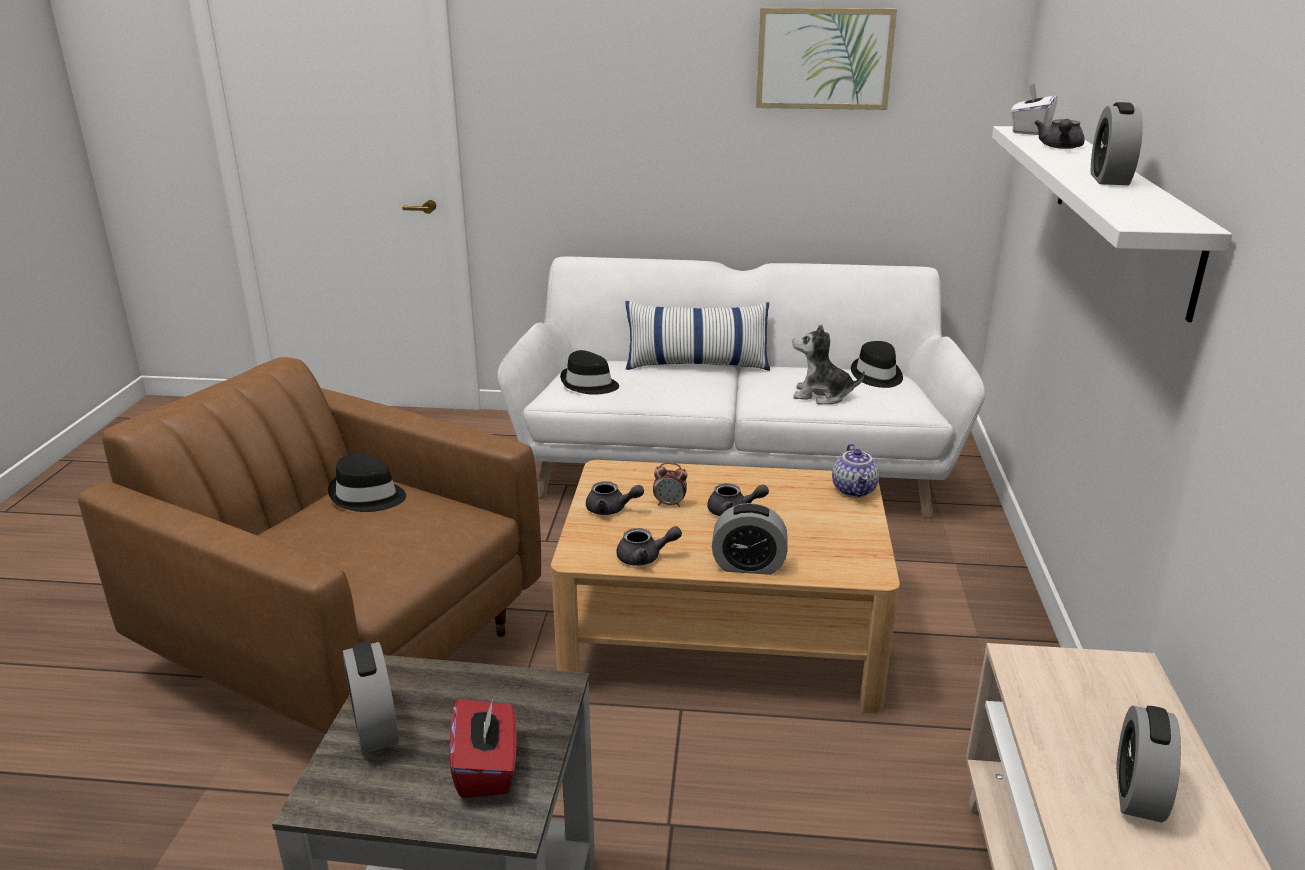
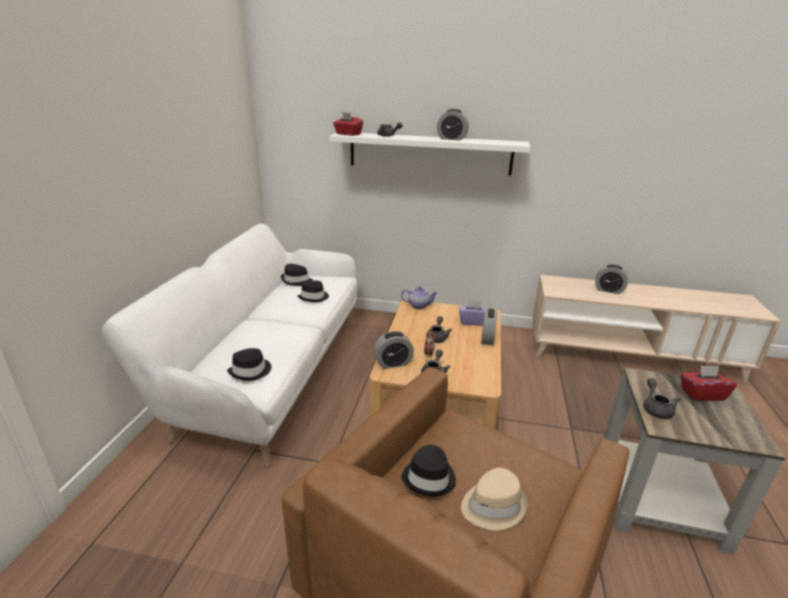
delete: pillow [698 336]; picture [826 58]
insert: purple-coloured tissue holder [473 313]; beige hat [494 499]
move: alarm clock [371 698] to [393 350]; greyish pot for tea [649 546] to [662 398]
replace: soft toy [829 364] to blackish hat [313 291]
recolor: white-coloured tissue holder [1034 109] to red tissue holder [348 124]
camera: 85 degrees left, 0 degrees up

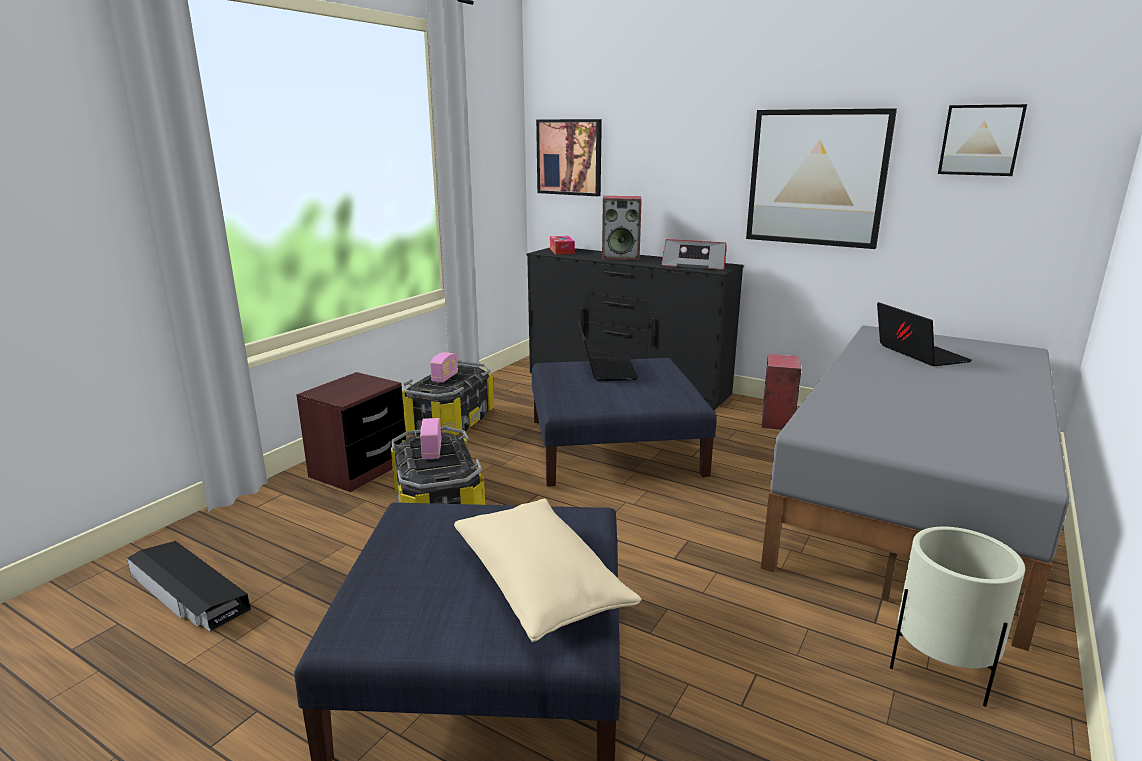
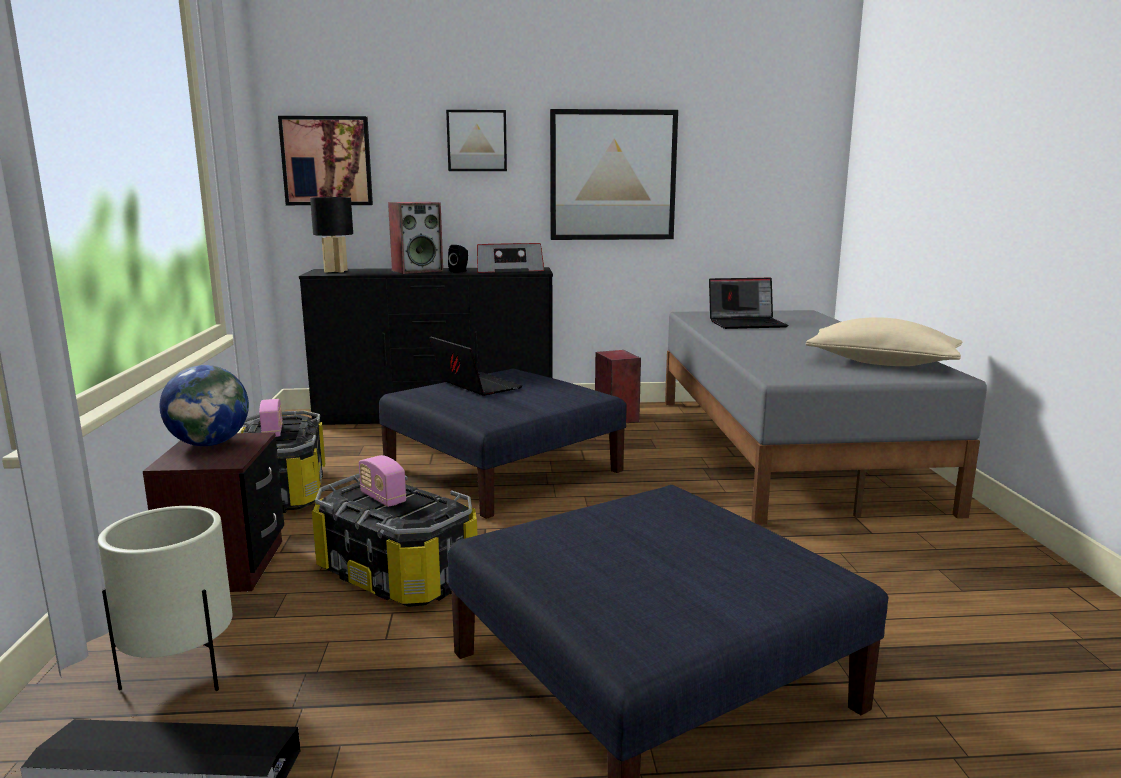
insert: world globe [204 405]; blackish audio speaker [458 259]
move: beige pillow [548 570] to [884 341]; beige planter [957 617] to [165 598]; picture [982 140] to [476 140]
replace: tissue holder [562 245] to blackish tabletop lamp [331 235]
rotate: laptop [924 334] = [748 303] 135 degrees clockwise
camera: 35 degrees left, 5 degrees down

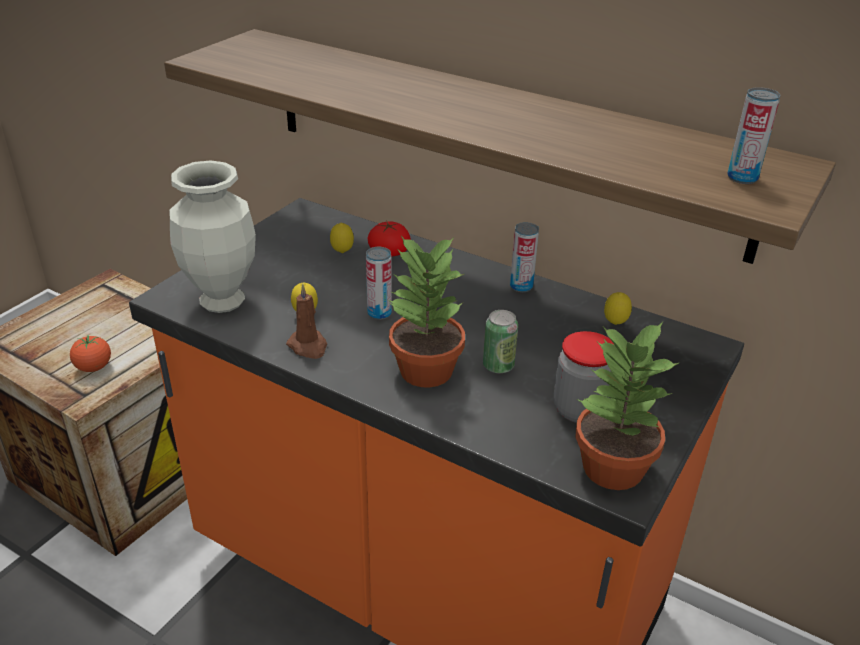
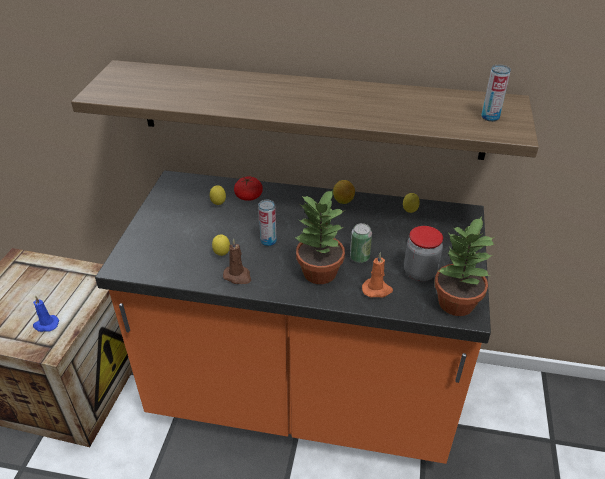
delete: vase [213 236]
insert: orange wax candle [377 275]
replace: tomato [90 353] to blue-coloured wax candle [46 314]; can [524 257] to lemon [344 192]
camera: 20 degrees left, 5 degrees up

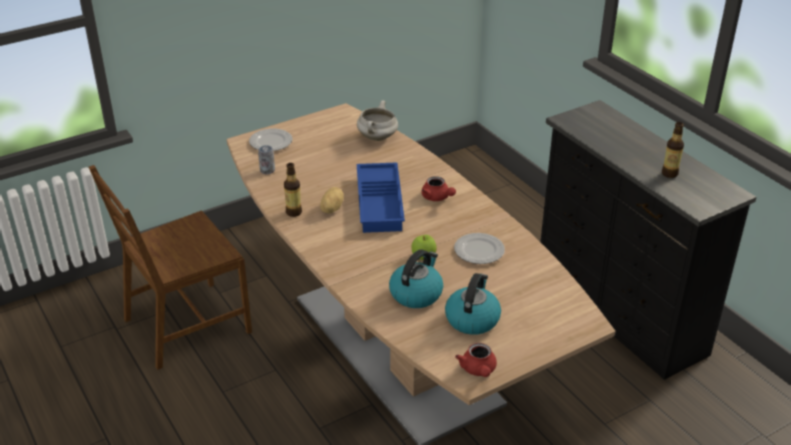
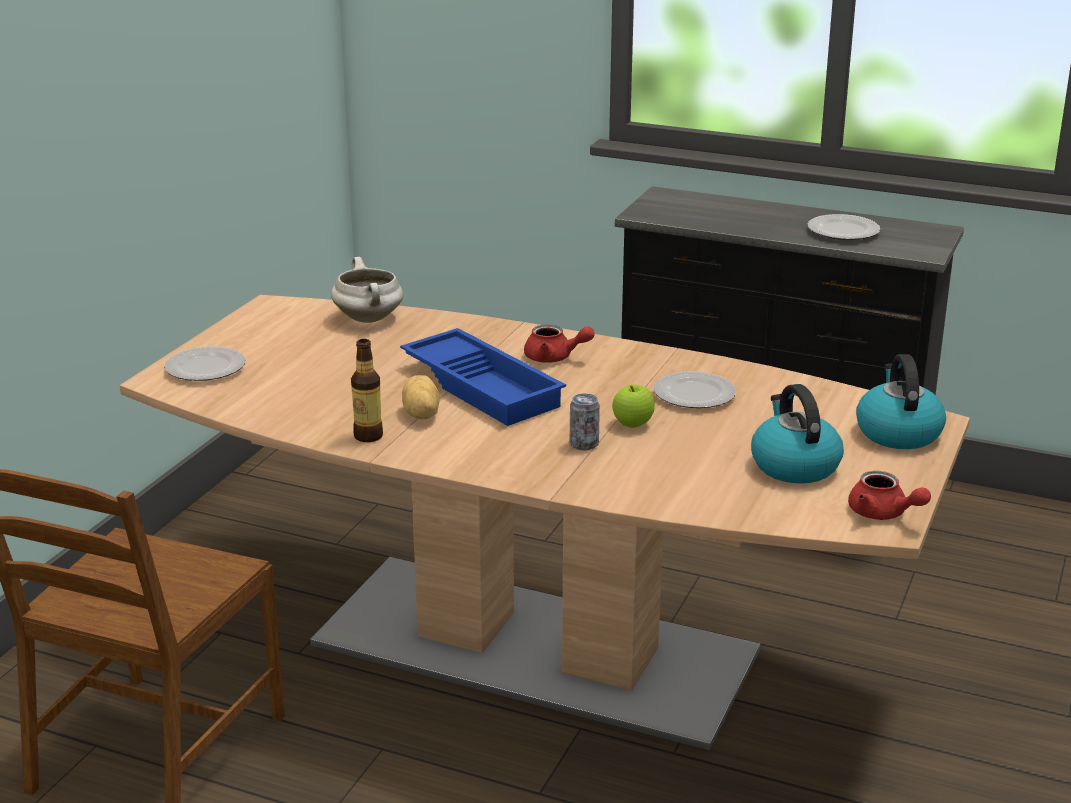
move: can [266 159] to [585 422]; tea kettle [416 278] to [901 401]
replace: bottle [673 150] to dinner plate [843 227]
camera: 35 degrees left, 10 degrees down

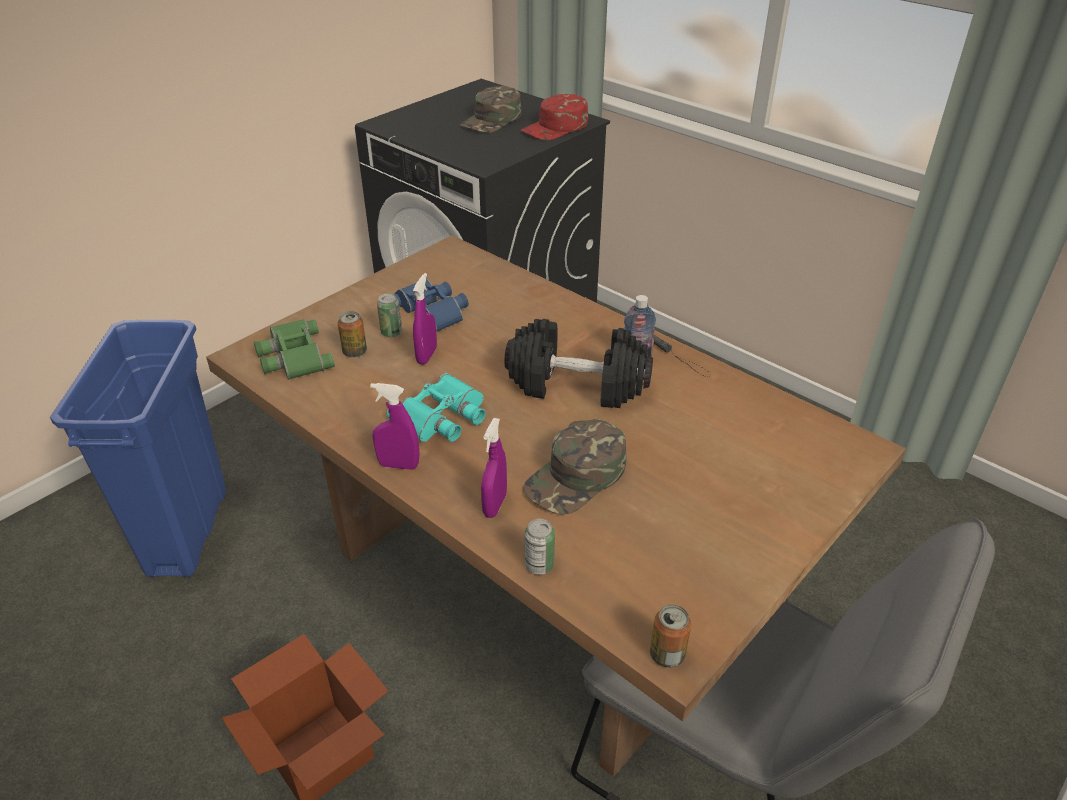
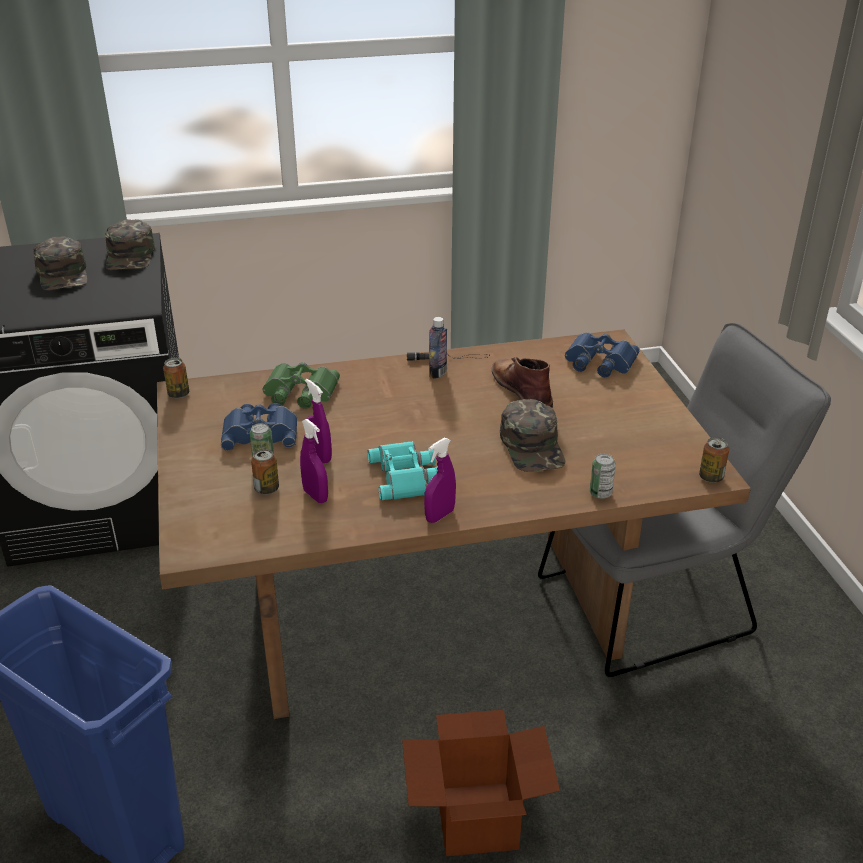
delete: blackish hand weight [578 363]
insert: can [176 378]; brown-coloured boot [522 382]; blue-coloured pair of binoculars [602 354]
move: green pair of binoculars [294 349] to [301 385]; purple-coloured spray bottle [494 468] to [314 461]
recolor: red baseball cap [554 117] to green baseball cap [130 244]
camera: 55 degrees left, 5 degrees down

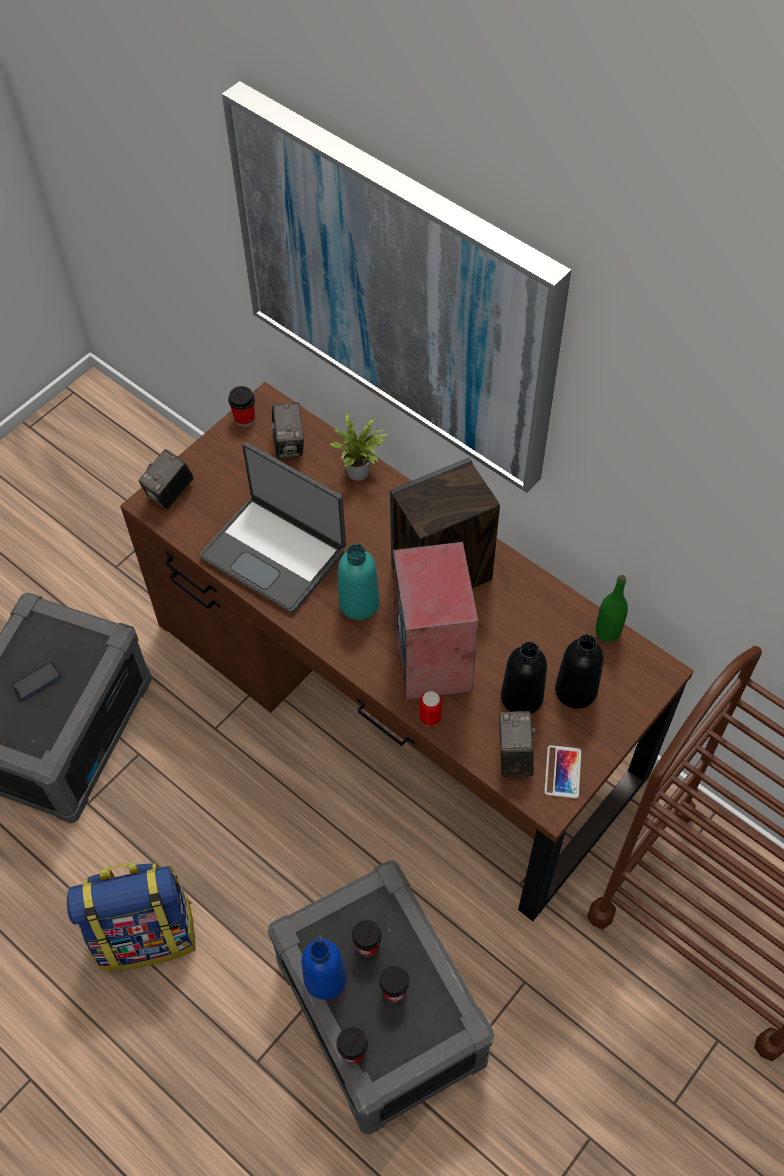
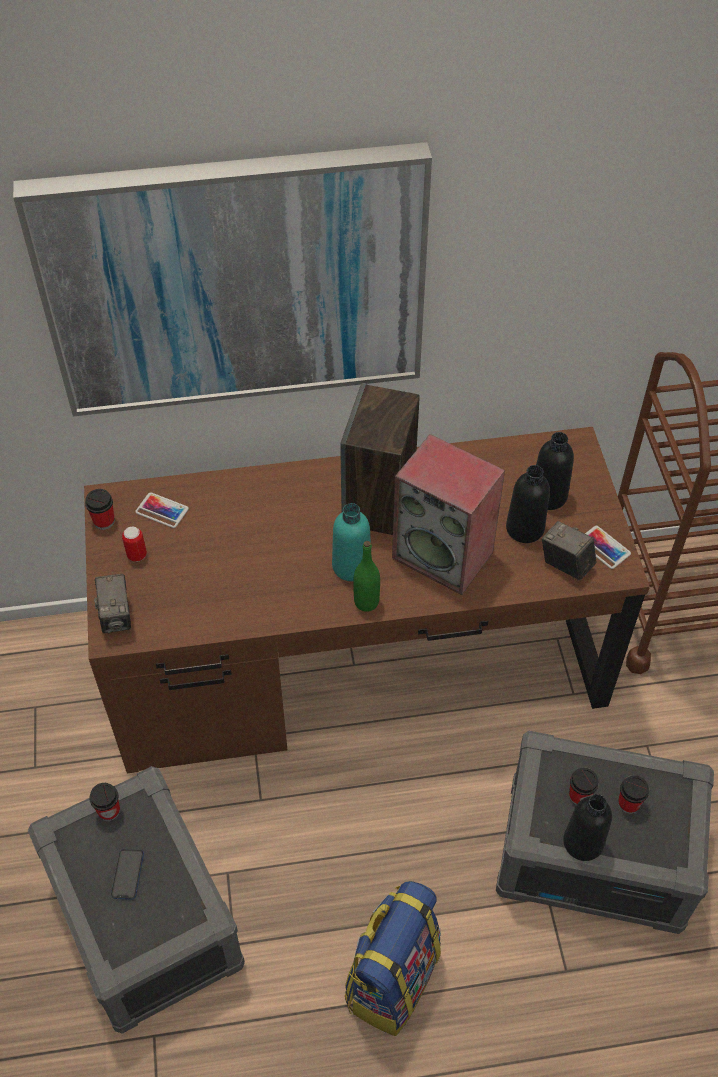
delete: laptop [272 527]; potted plant [359 447]
move: cup [352 1045] to [104 802]; can [431 708] to [134 544]; green bottle [612 608] to [366 576]
replace: still camera [288 430] to telephone [162 510]
recolor: blue-coloured bottle [323 969] to blackish bottle [587 827]
camera: 50 degrees left, 5 degrees down

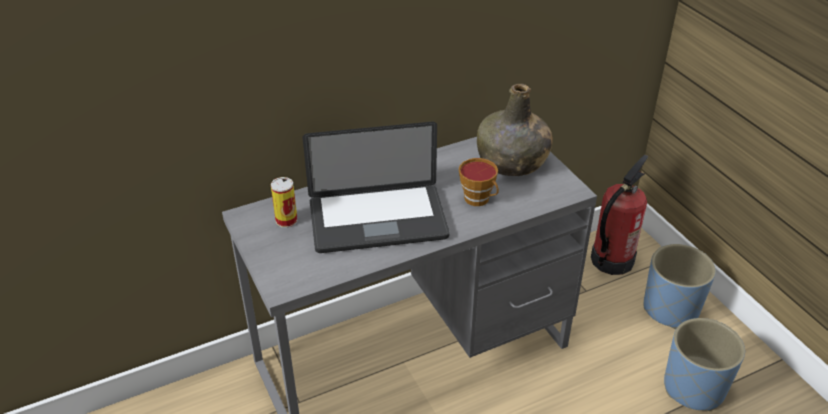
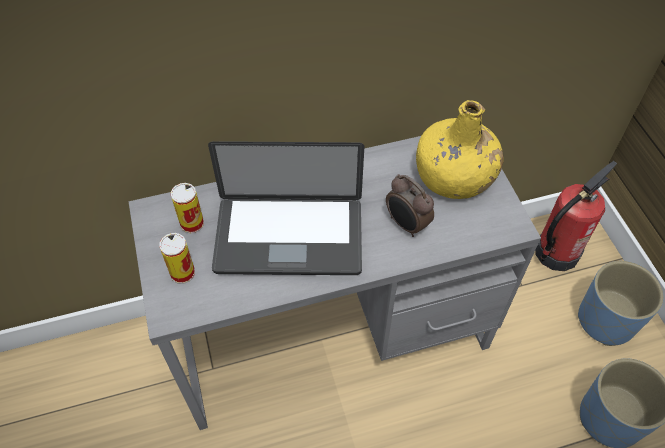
insert: can [177 258]
replace: cup [479 182] to alarm clock [410 205]
recolor: green bottle [515 130] to yellow-coloured bottle [460 149]
camera: 10 degrees right, 15 degrees up

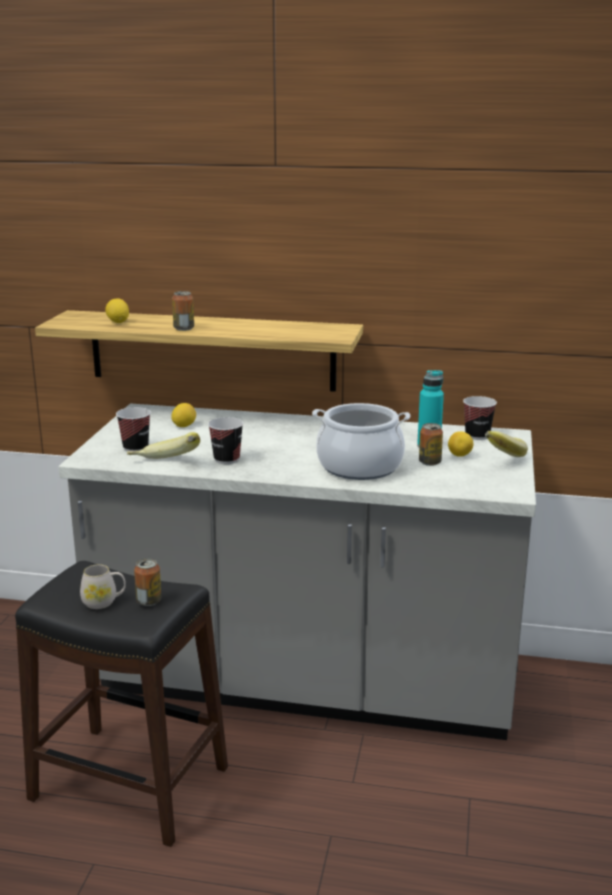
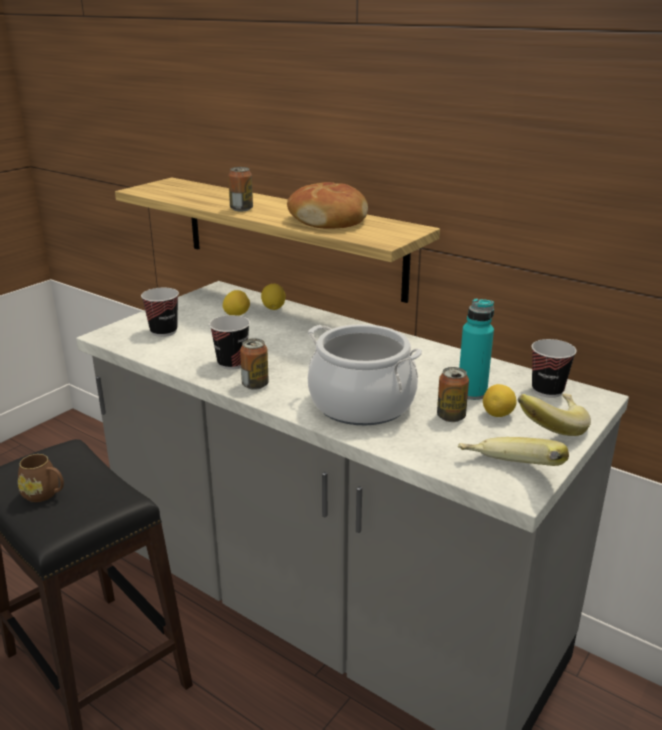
insert: bread [327 205]
move: lemon [117 310] to [273 297]; whole banana [163 445] to [513 451]; can [147 582] to [254 364]
recolor: white-coloured mug [103 586] to brown-coloured mug [41 478]
camera: 25 degrees right, 5 degrees up

